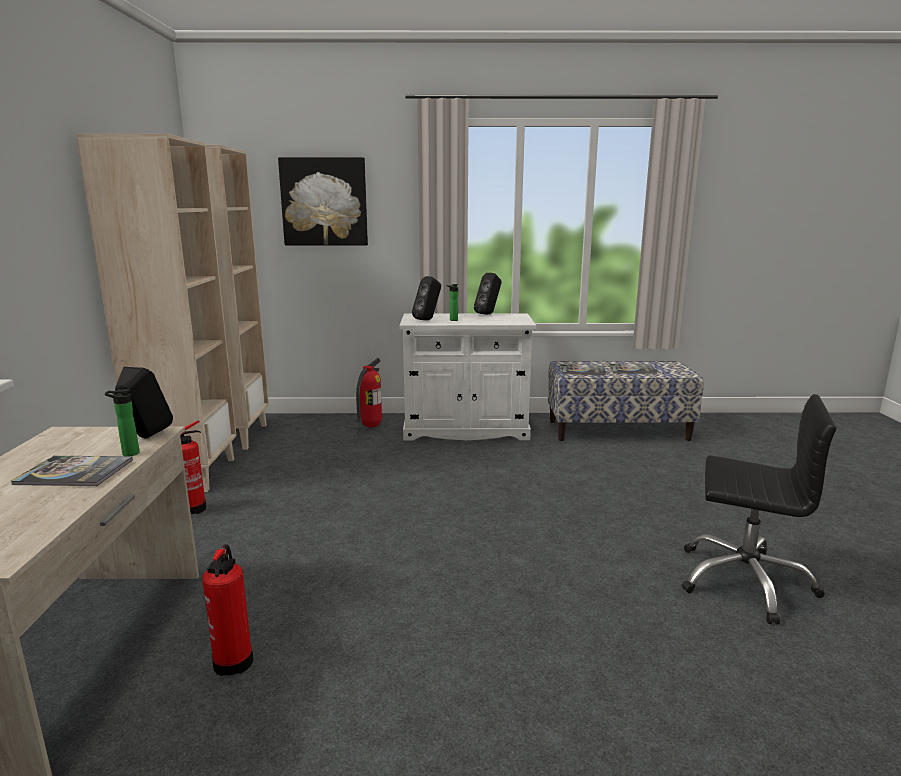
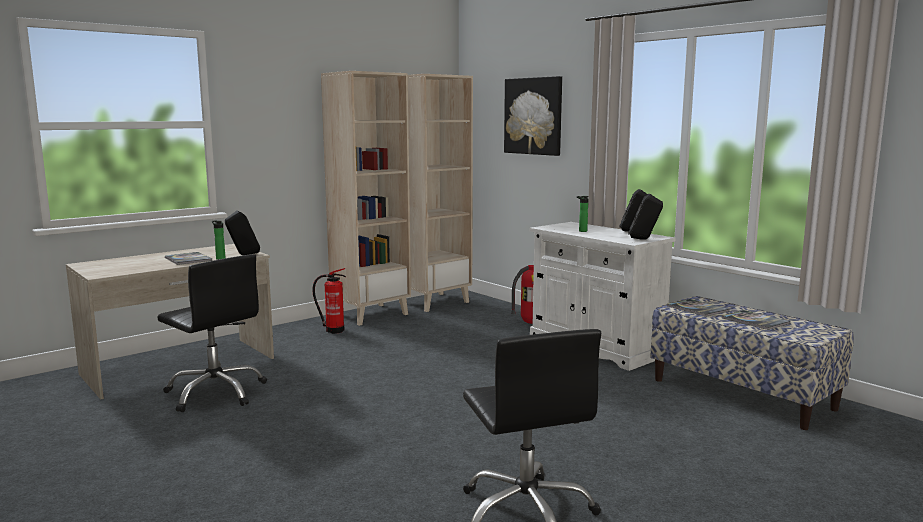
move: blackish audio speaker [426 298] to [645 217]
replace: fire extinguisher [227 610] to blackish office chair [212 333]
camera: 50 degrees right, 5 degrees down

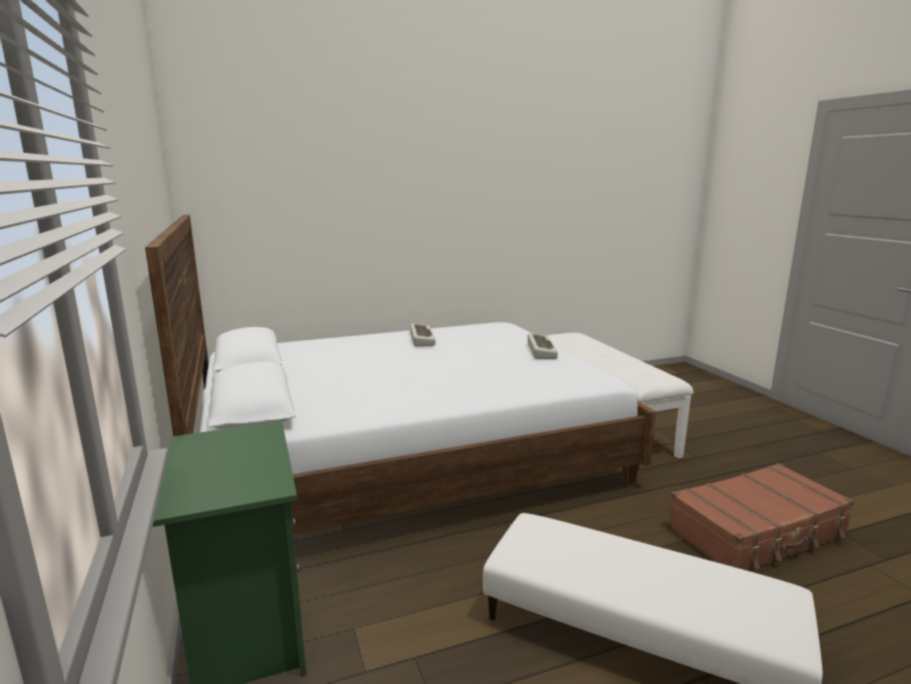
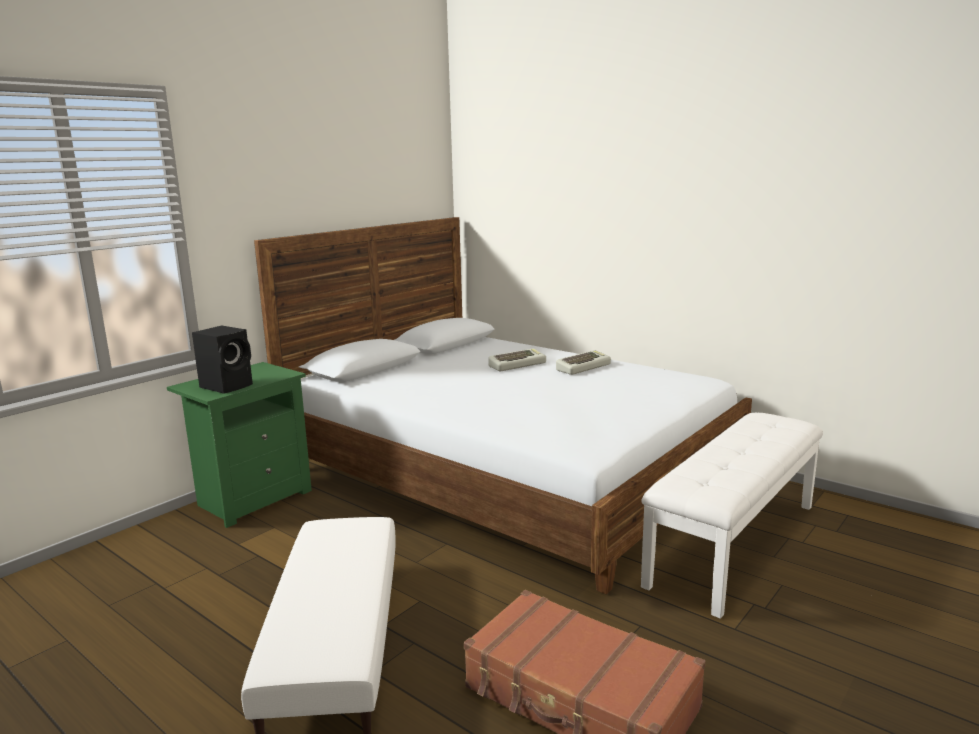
insert: blackish audio speaker [222 359]
move: PC keyboard [542 346] to [517 359]
camera: 60 degrees right, 0 degrees up

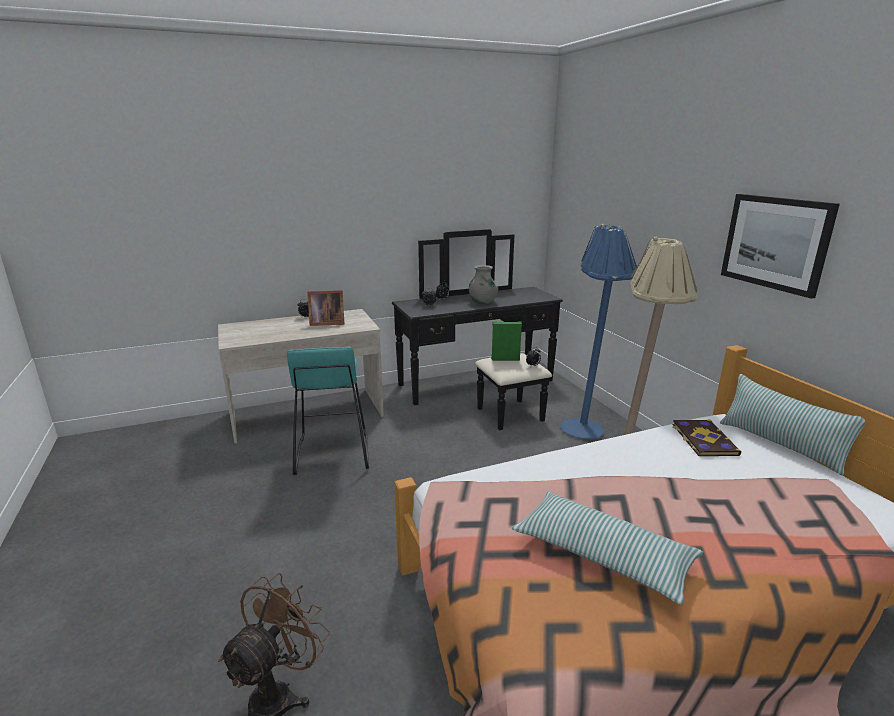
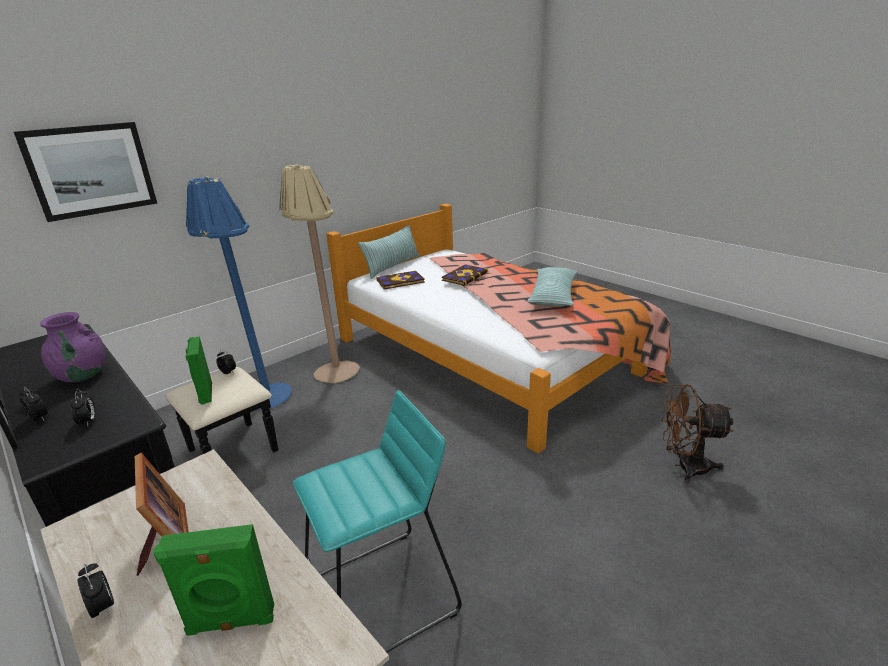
insert: green audio speaker [213 580]; bound book [465 275]
move: picture [780 246] to [85 172]
recolor: greyish vase [483 284] to purple-coloured vase [72 347]
camera: 110 degrees left, 5 degrees up

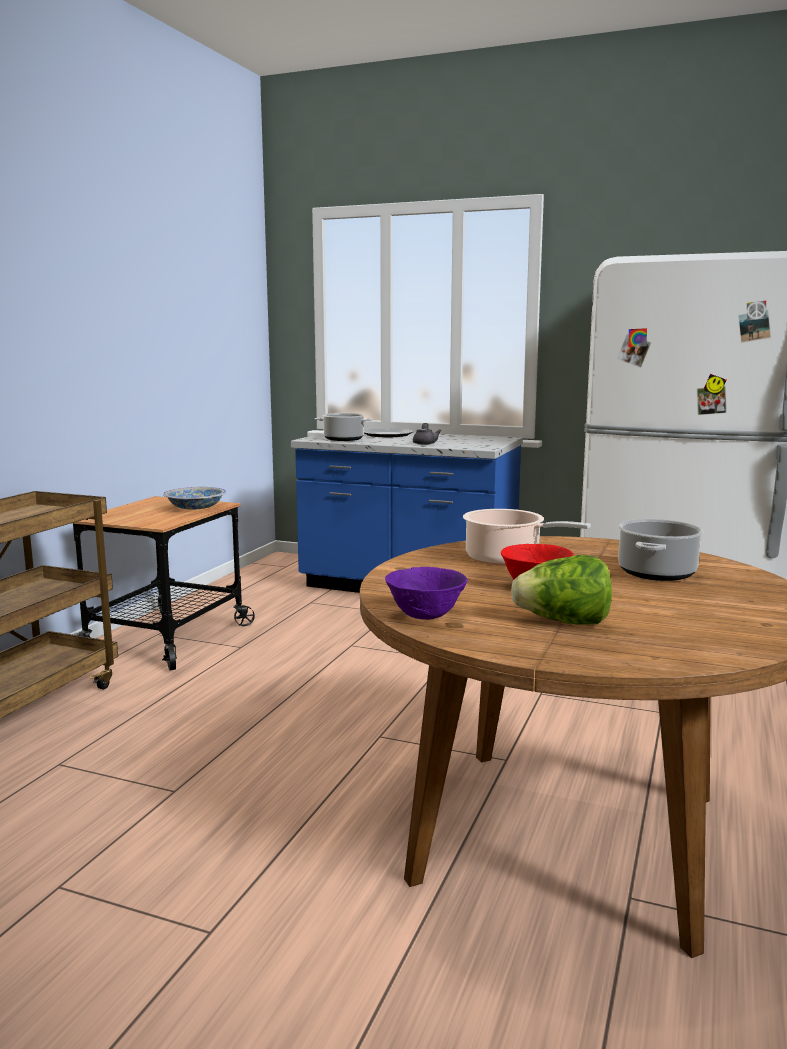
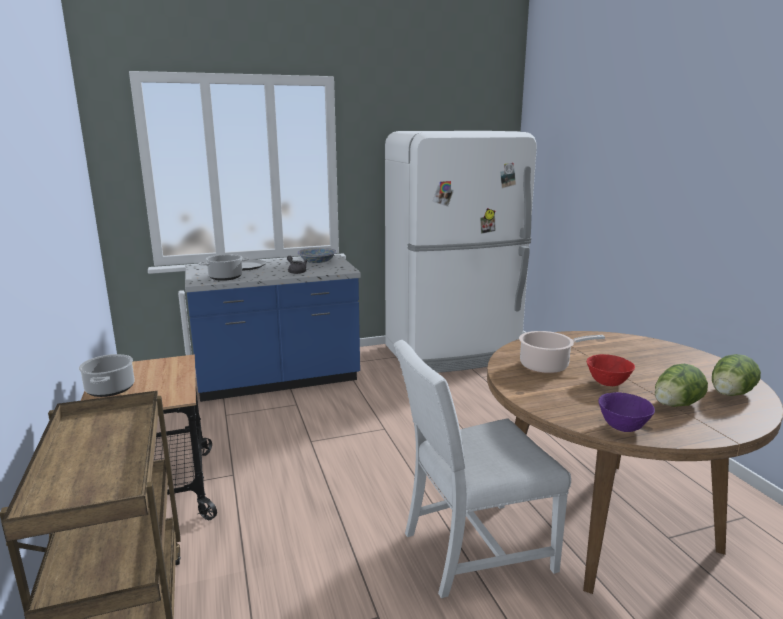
insert: white-coloured chair [482 469]; lettuce [736 375]
move: serving bowl [194 498] to [317 255]; cooking pot [661 550] to [107 375]
camera: 40 degrees left, 5 degrees up

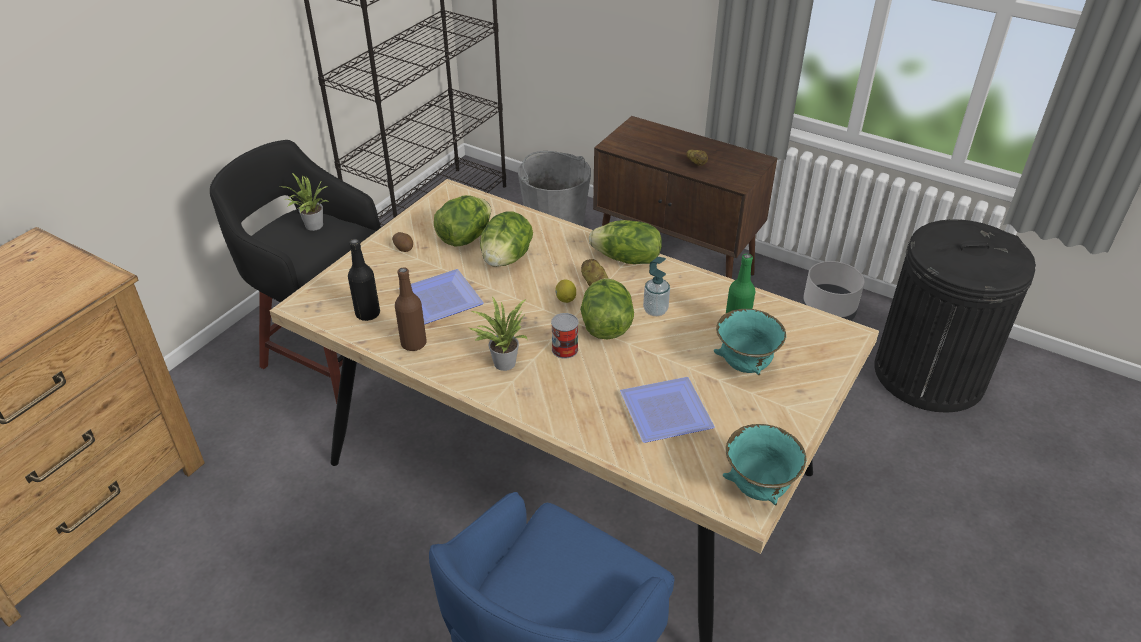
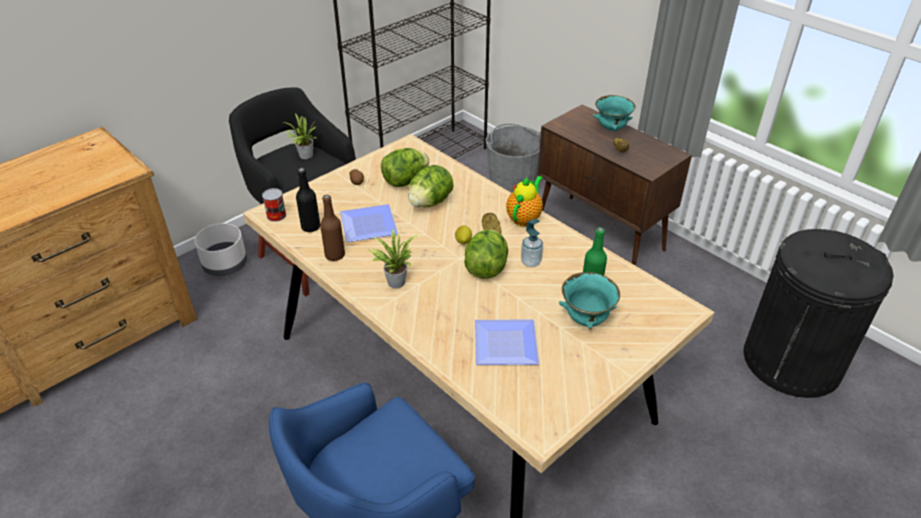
move: can [564 336] to [274 205]; turquoise serving bowl [765 464] to [614 113]; greyish planter [833 291] to [220 249]
replace: lettuce [625 242] to pot for tea [524 201]
camera: 15 degrees right, 0 degrees up

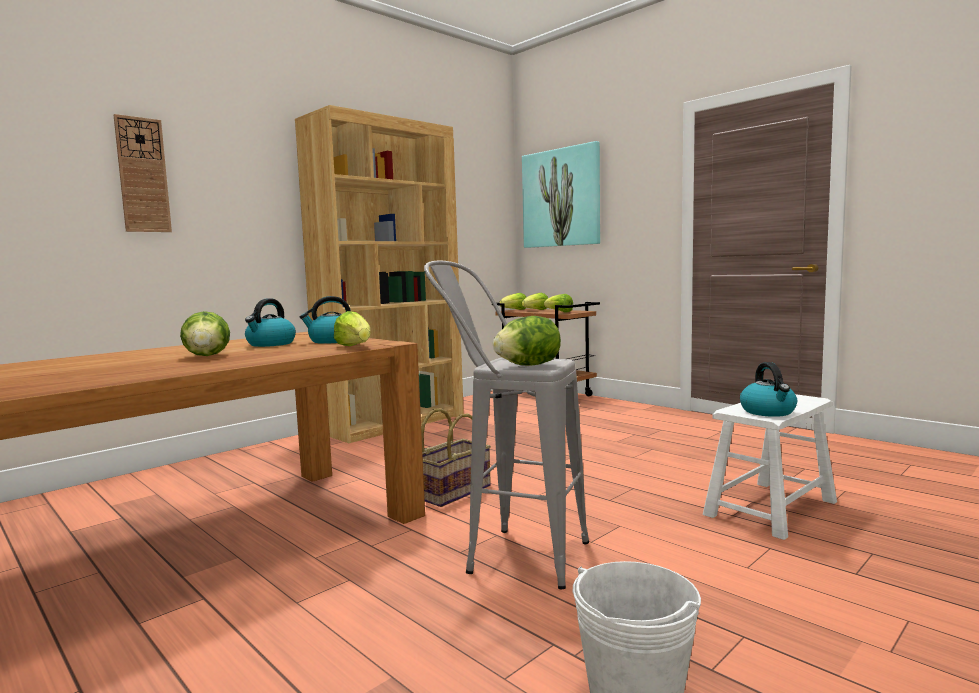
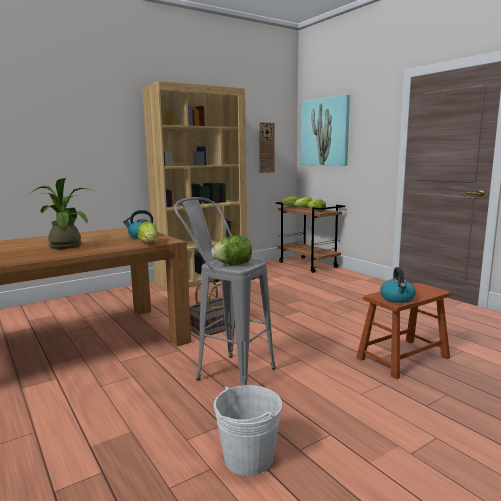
delete: tea kettle [270 322]
move: wall clock [143 173] to [267 147]
replace: lettuce [205 333] to potted plant [62 213]
recolor: white-coloured sitting stool [770 467] to brown-coloured sitting stool [403 331]
camera: 10 degrees right, 5 degrees up

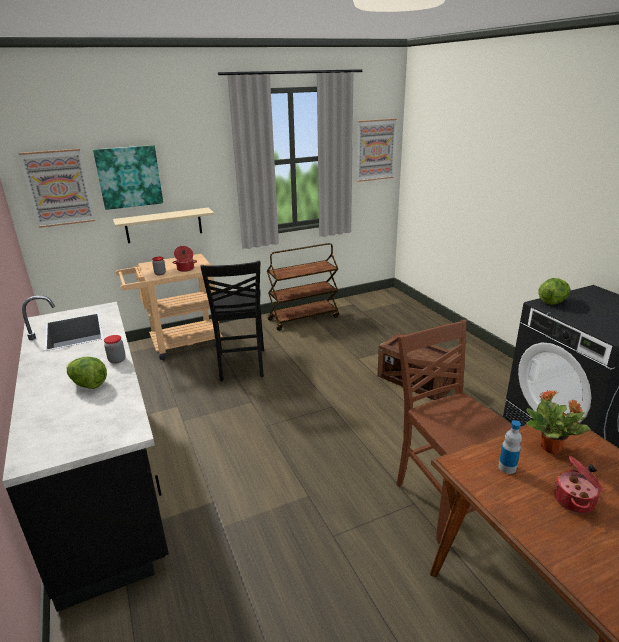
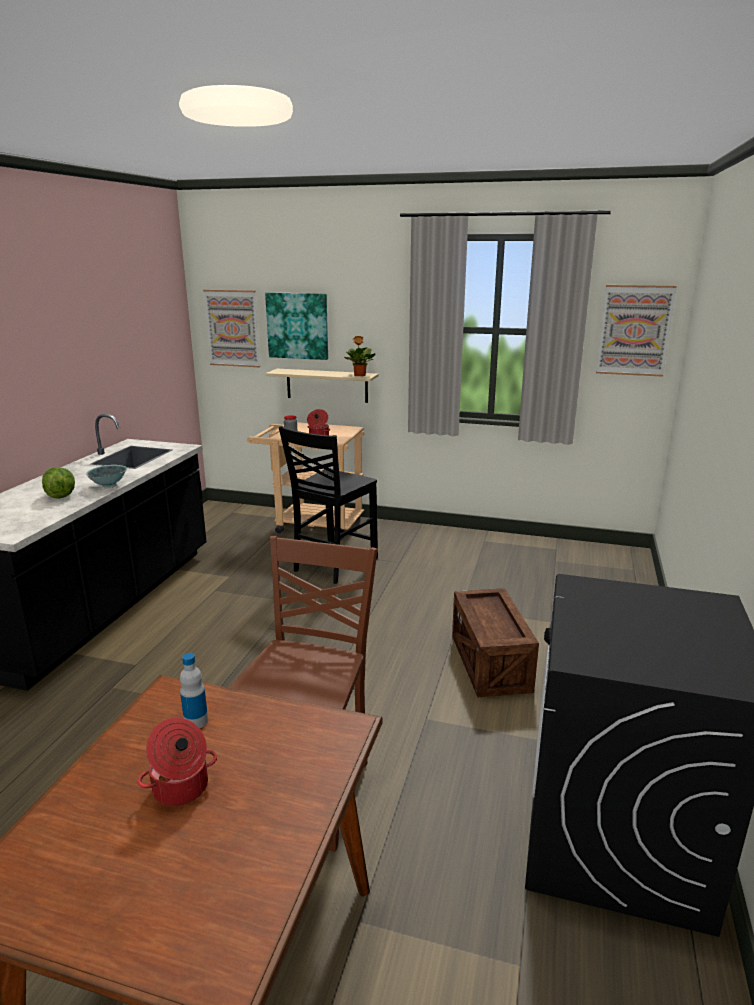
delete: brown-coloured cart [303 287]; lettuce [554 291]
move: potted plant [558 422] to [360 356]
replace: preserve jar [115 349] to serving bowl [106 477]
camera: 40 degrees right, 5 degrees down

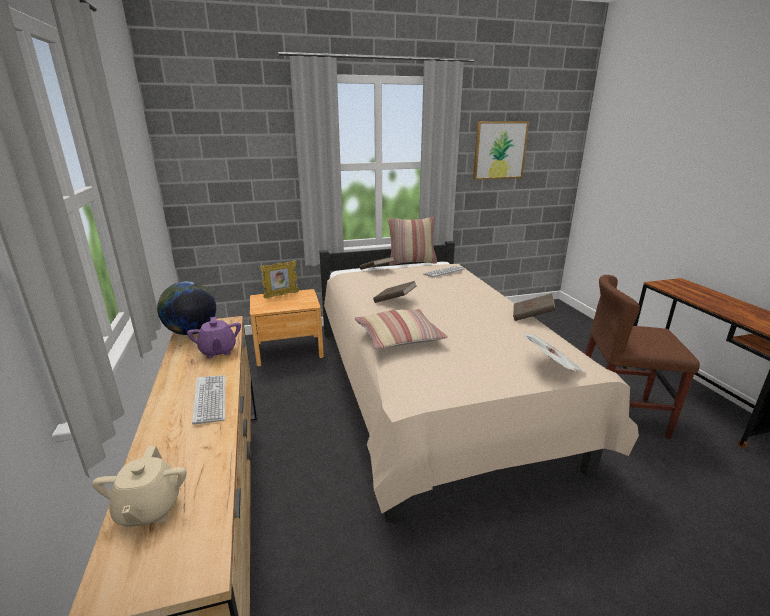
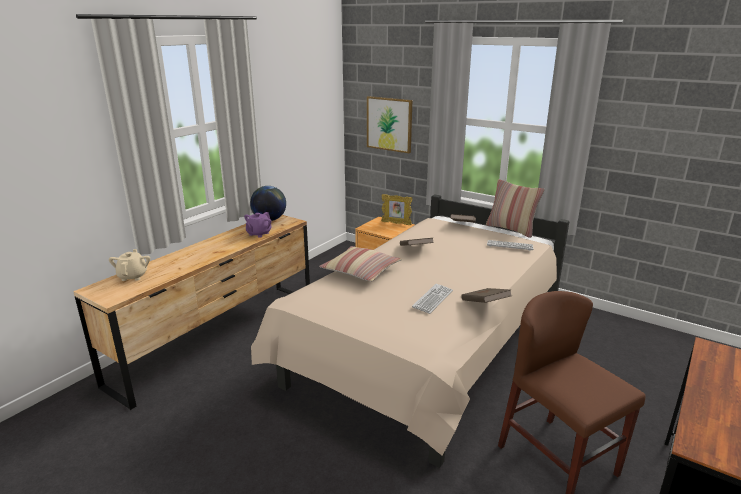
delete: printed paper [555 352]
move: PC keyboard [208 400] to [432 299]; picture [501 150] to [389 124]
rotate: beige pot for tea [139 487] = [129 265] 135 degrees clockwise
camera: 50 degrees right, 0 degrees up

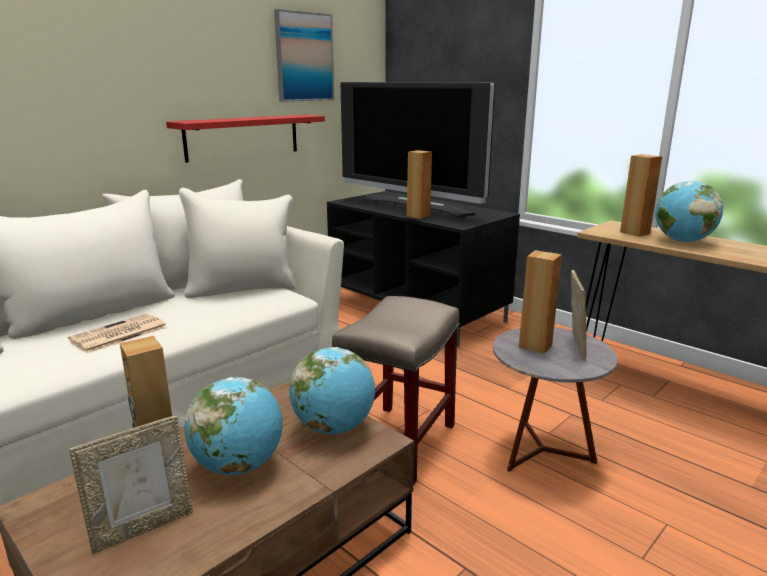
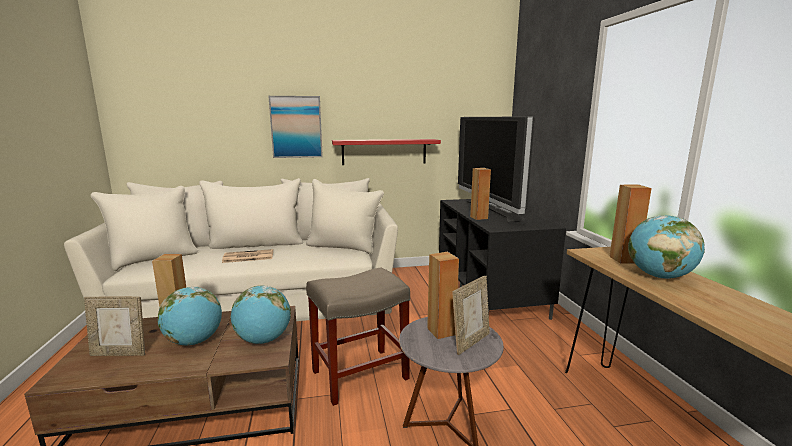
move: picture [304 55] to [295 127]
camera: 35 degrees right, 5 degrees down

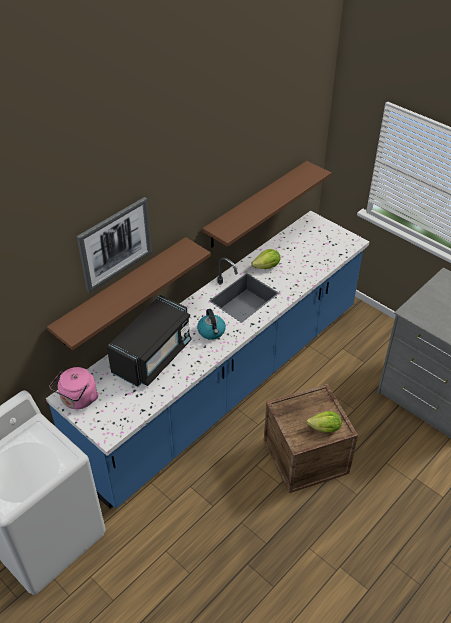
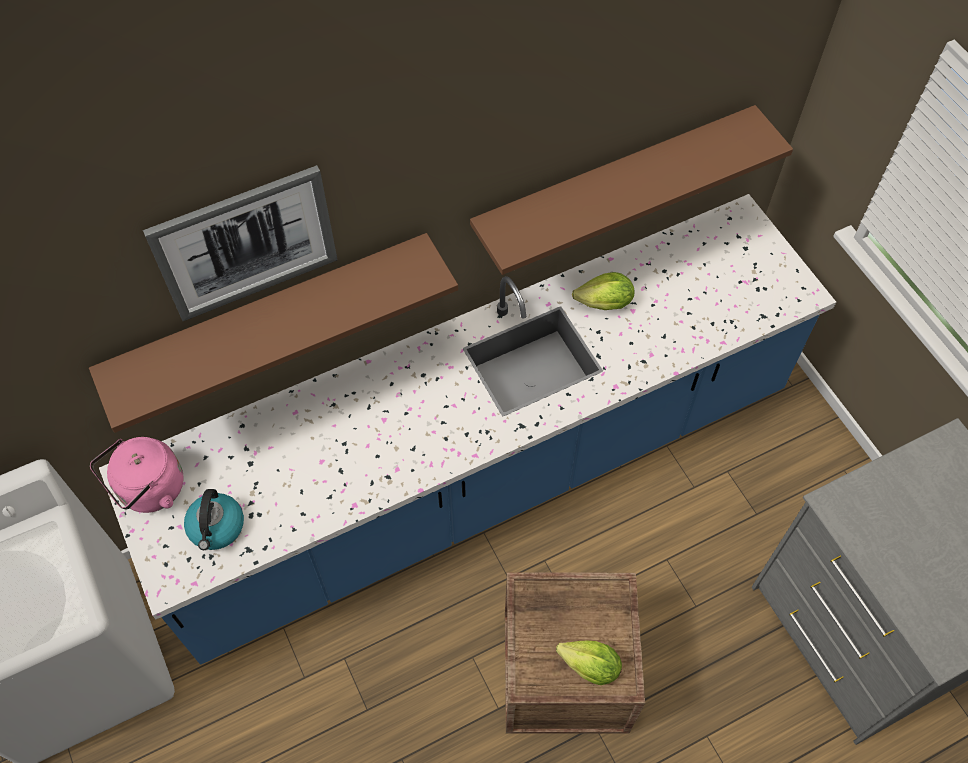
delete: blackish kitchen microwave [149 341]
move: tea kettle [211 324] to [214 519]
camera: 20 degrees right, 15 degrees up

